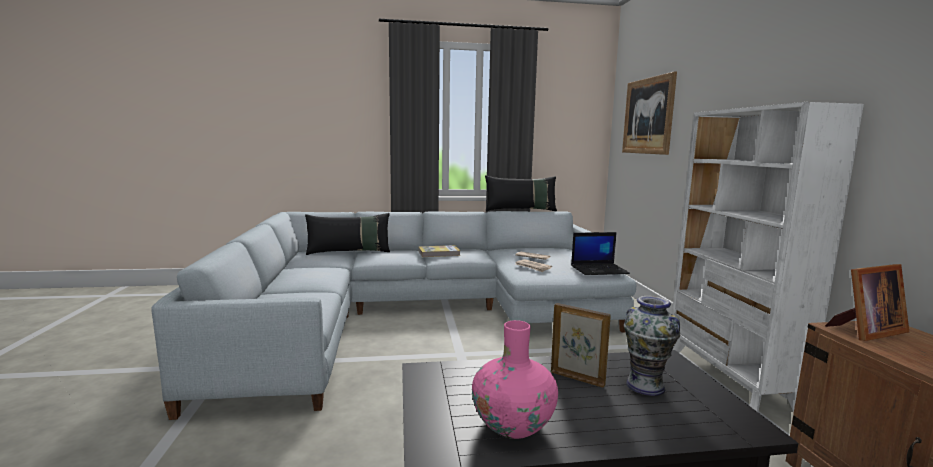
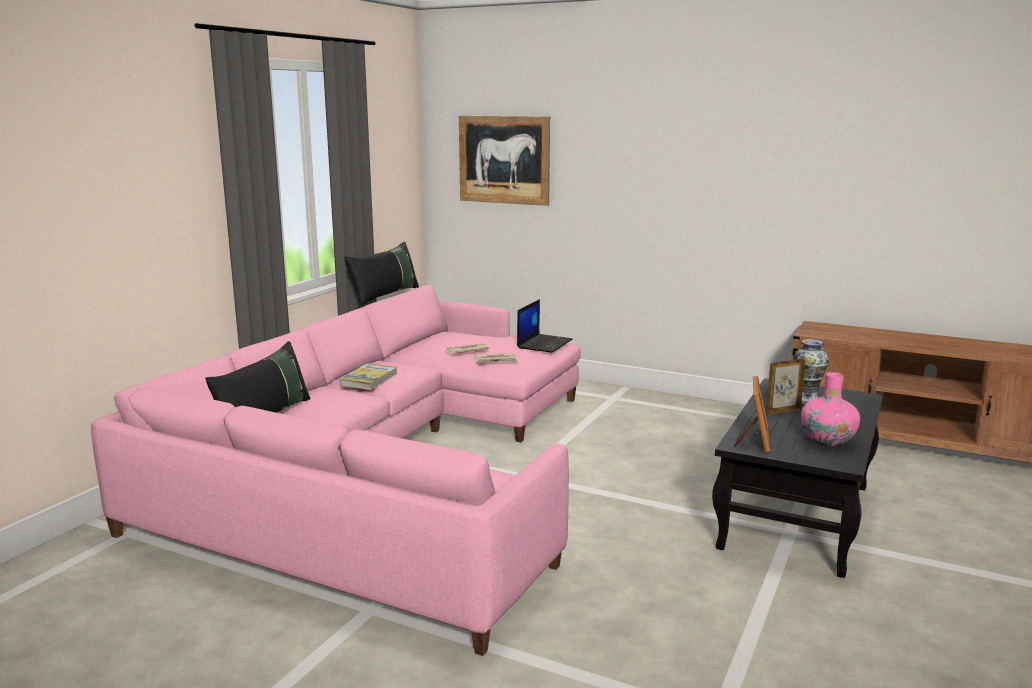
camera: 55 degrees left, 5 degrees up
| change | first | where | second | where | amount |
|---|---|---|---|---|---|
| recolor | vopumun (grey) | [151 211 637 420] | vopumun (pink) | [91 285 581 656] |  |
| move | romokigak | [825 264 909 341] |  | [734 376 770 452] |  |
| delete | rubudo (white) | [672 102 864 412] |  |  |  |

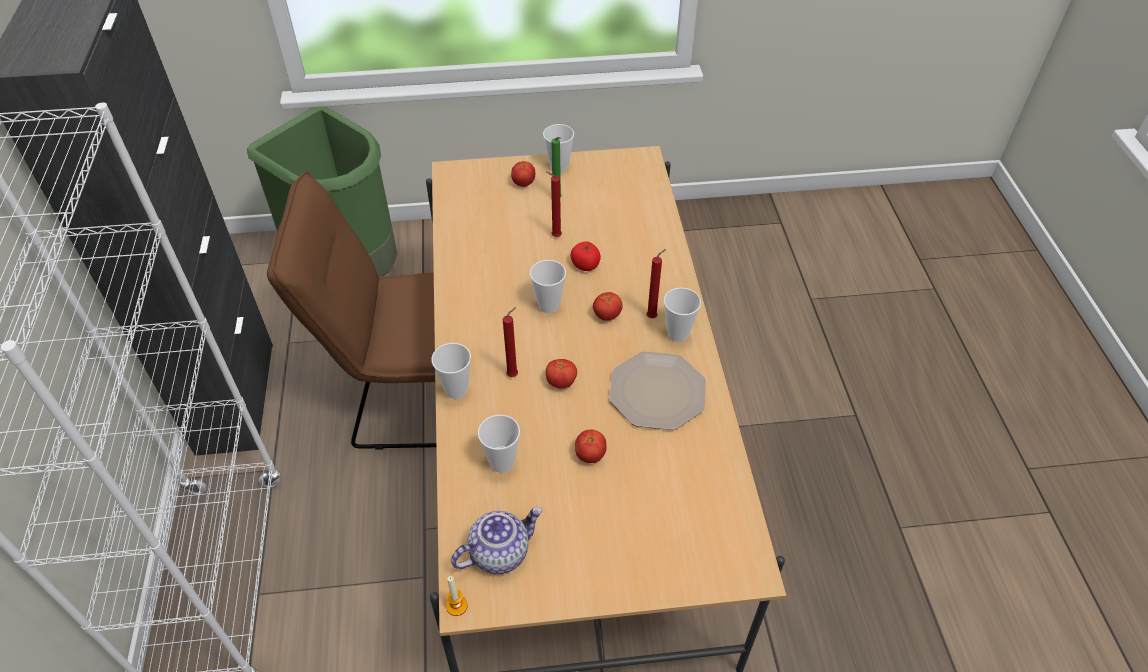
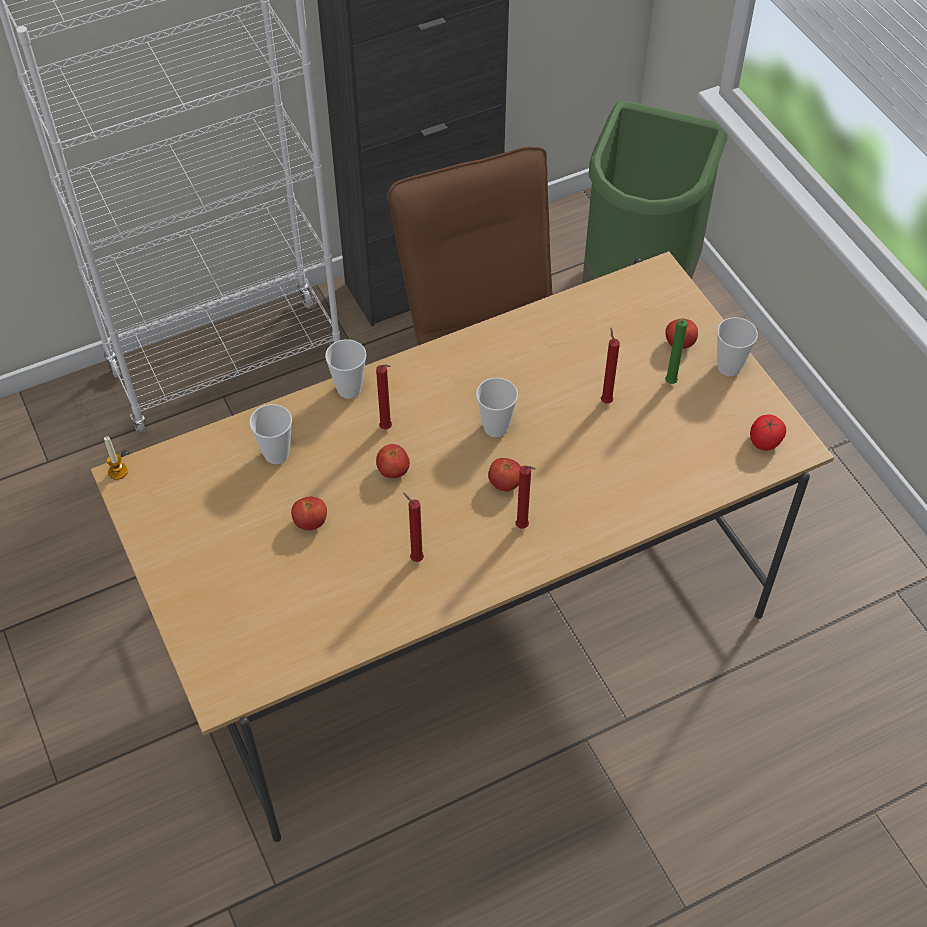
camera: 70 degrees right, 5 degrees up
| change | first | where | second | where | amount |
|---|---|---|---|---|---|
| replace | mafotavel | [609 351 706 430] | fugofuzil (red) | [403 493 424 562] |  |
| move | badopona | [571 242 601 271] |  | [750 414 786 451] |  |
| delete | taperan | [451 507 543 574] |  |  |  |
| delete | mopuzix | [664 288 701 342] |  |  |  |

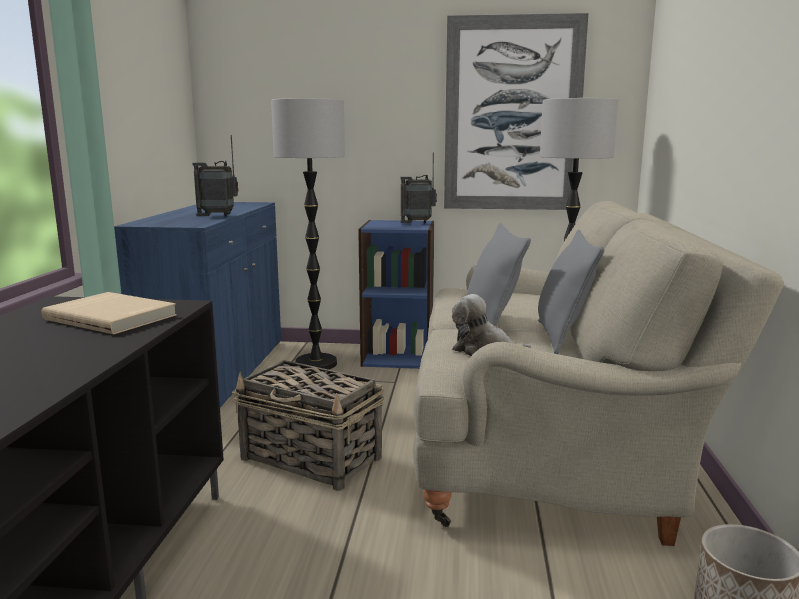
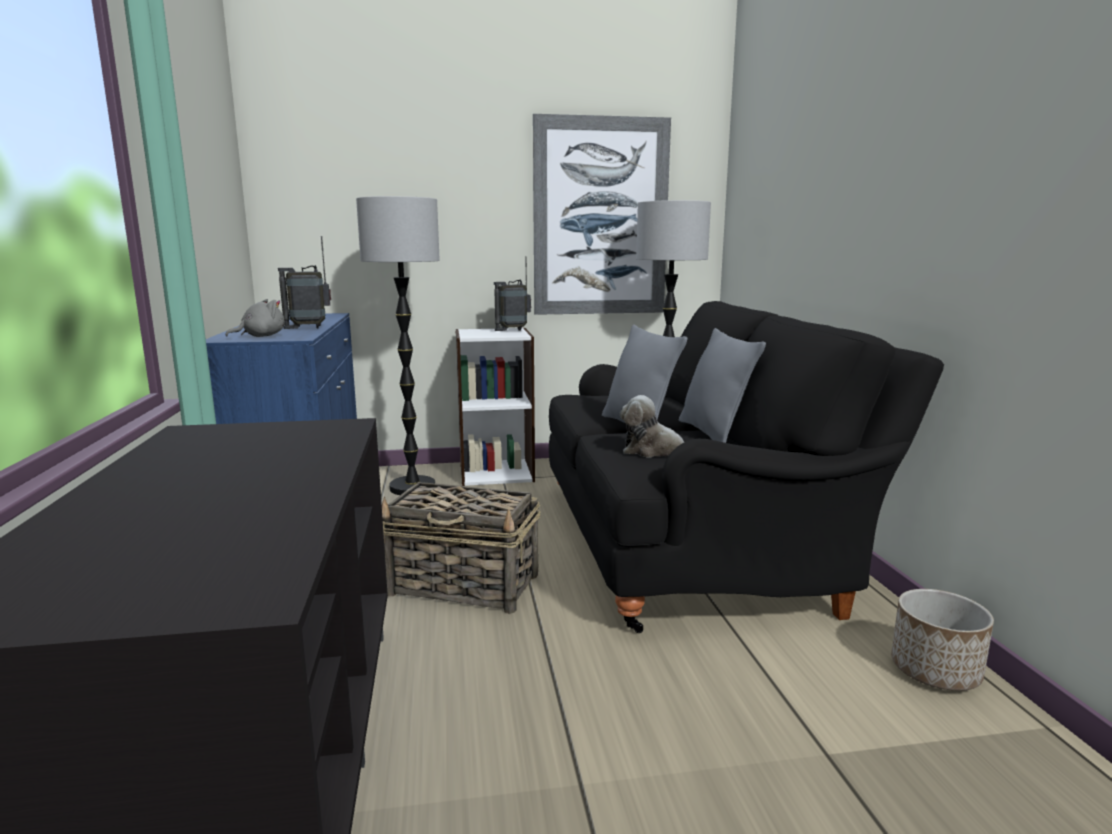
camera: 15 degrees left, 0 degrees up
| change | first | where | second | where | amount |
|---|---|---|---|---|---|
| insert |  |  | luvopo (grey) | [226 299 285 337] |  |
| recolor | rubudo (blue) | [358 220 434 369] | rubudo (white) | [456 328 535 486] |  |
| recolor | vopumun (beige) | [413 201 784 546] | vopumun (black) | [549 301 944 633] |  |
| delete | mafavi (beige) | [42 292 177 334] |  |  |  |

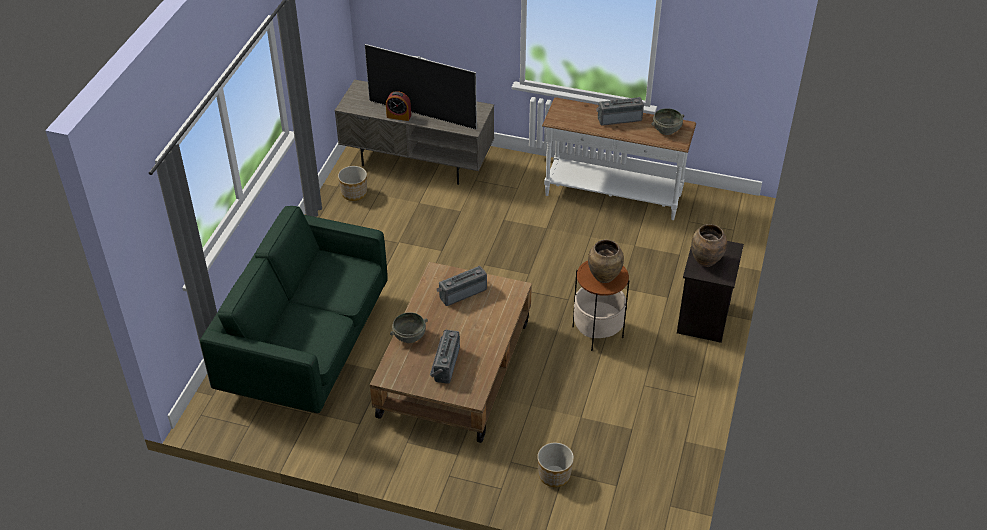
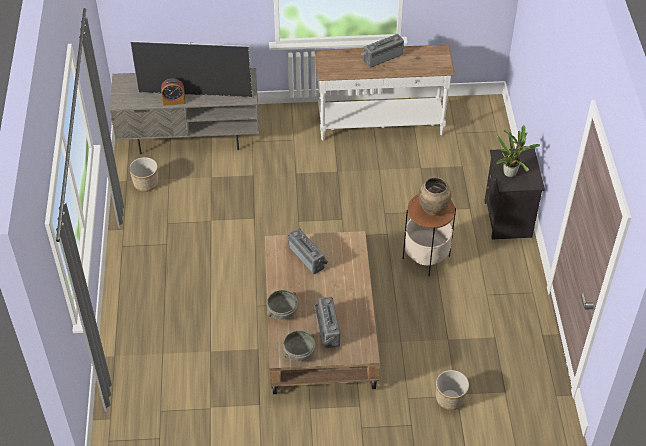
camera: 20 degrees left, 5 degrees up
| change | first | where | second | where | amount |
|---|---|---|---|---|---|
| move | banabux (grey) | [652 108 684 135] |  | [283 331 315 361] |  |
| rotate | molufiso | [436 266 487 306] |  | [288 228 328 274] | 105 degrees clockwise |
| replace | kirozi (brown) | [691 224 727 267] | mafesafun | [497 125 540 177] |  |
| delete | vopumun (green) | [200 206 388 413] |  |  |  |

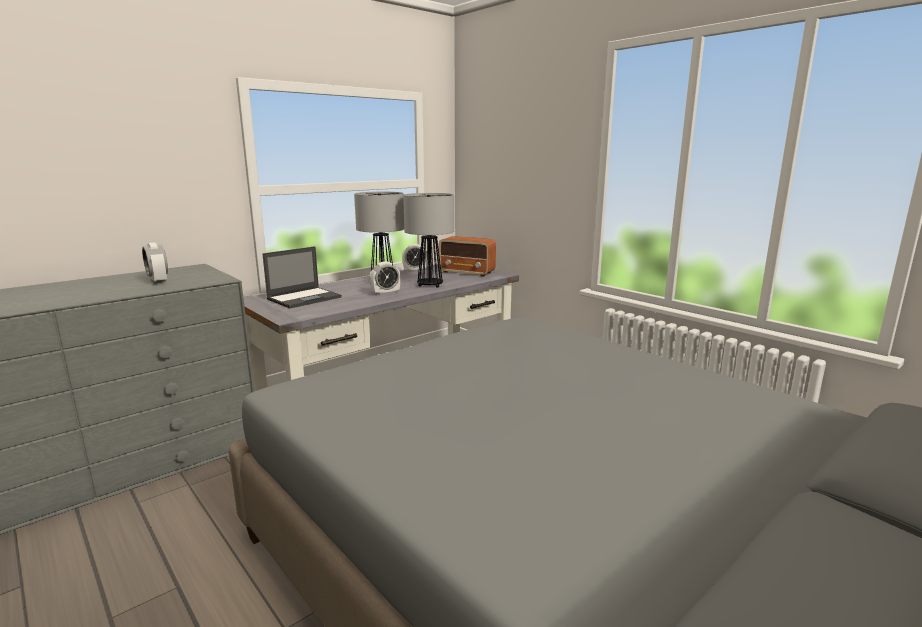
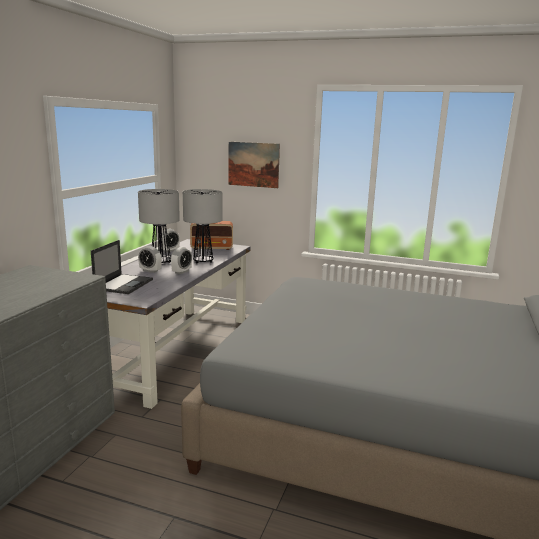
camera: 30 degrees left, 0 degrees up
| change | first | where | second | where | amount |
|---|---|---|---|---|---|
| move | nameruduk | [142 242 168 284] |  | [138 246 162 273] |  |
| insert |  |  | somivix | [228 142 280 188] |  |

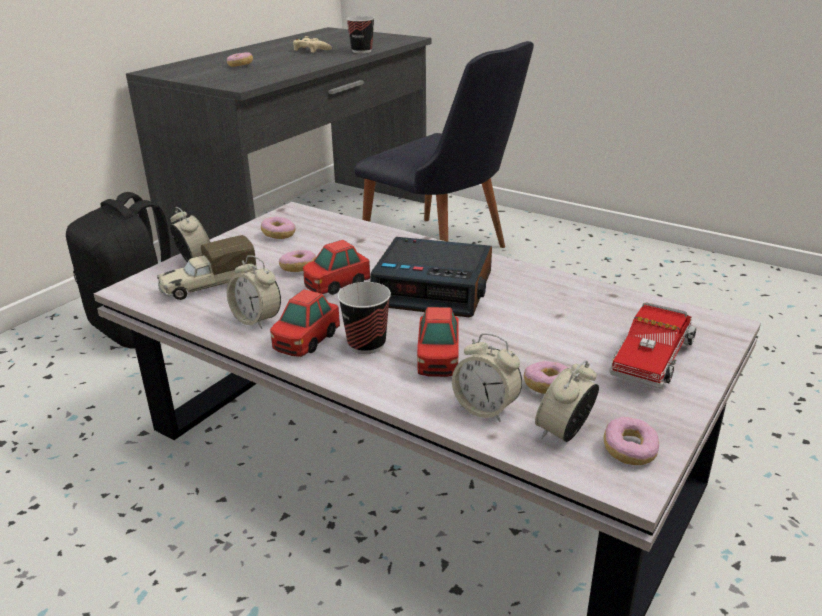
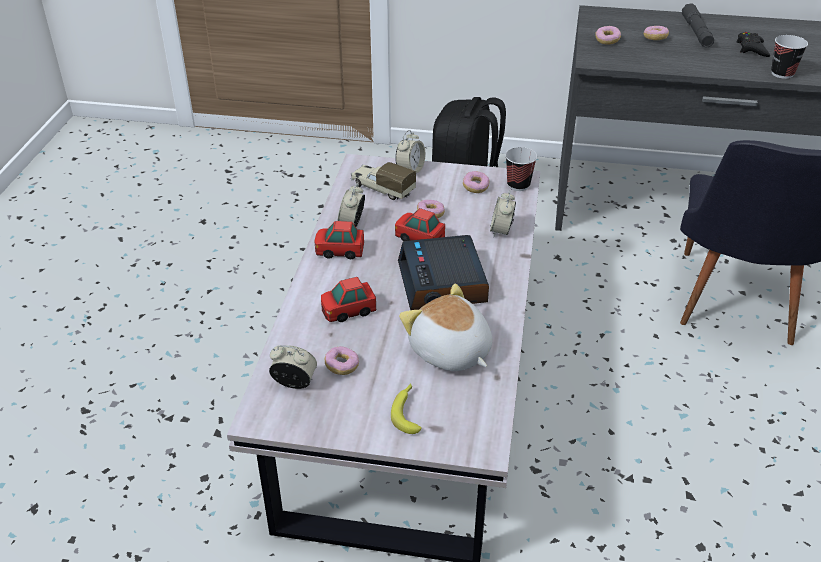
camera: 65 degrees right, 10 degrees up
| change | first | where | second | where | amount |
|---|---|---|---|---|---|
| replace | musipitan | [609 302 696 388] | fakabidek | [391 383 422 434] |  |
| insert |  |  | luvopo | [399 284 492 371] |  |
| move | nameruduk | [452 333 522 422] |  | [490 190 516 237] |  |
| move | mopuzix | [337 282 391 354] |  | [505 147 537 191] |  |
| move | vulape | [604 417 659 465] |  | [595 26 621 45] |  |
| insert |  |  | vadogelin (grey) | [682 3 714 48] |  |
| recolor | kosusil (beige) | [293 36 332 53] | kosusil (black) | [737 32 770 57] |  |

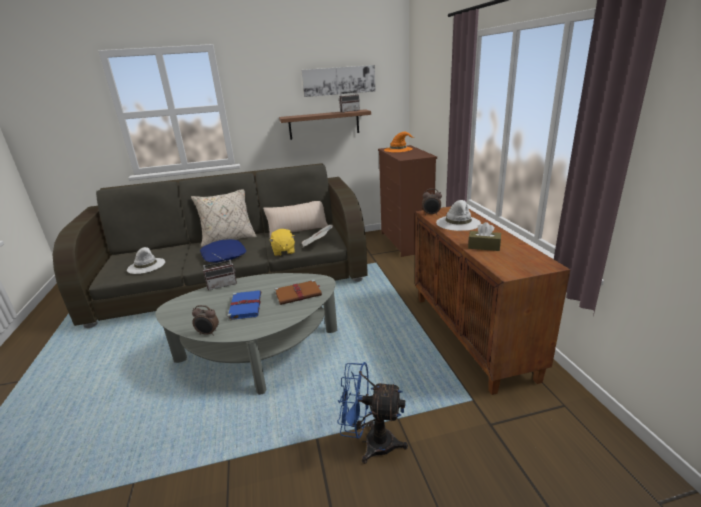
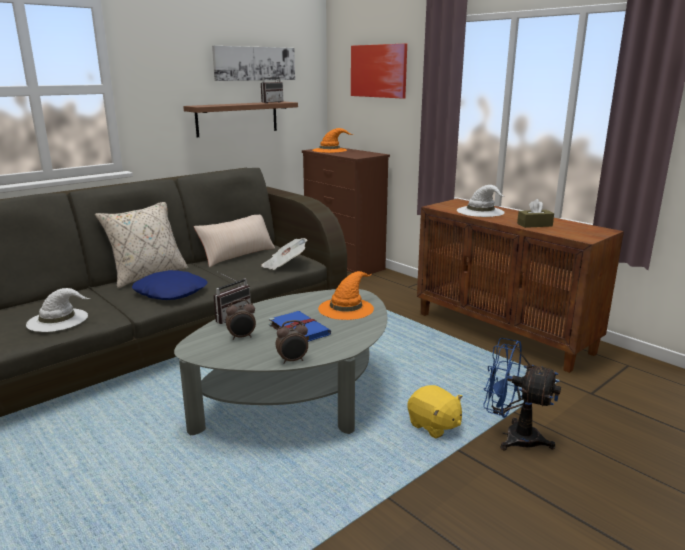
camera: 30 degrees left, 5 degrees down
| change | first | where | second | where | amount |
|---|---|---|---|---|---|
| move | nameruduk | [422 189 442 215] |  | [226 299 256 340] |  |
| replace | mafavi (brown) | [275 280 322 305] | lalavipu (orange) | [318 271 374 320] |  |
| insert |  |  | somivix | [351 44 407 99] |  |
| move | luvopo (yellow) | [269 229 295 256] |  | [407 385 463 439] |  |
| rotate | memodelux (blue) | [337 362 408 464] |  | [483 338 561 451] | 45 degrees clockwise |

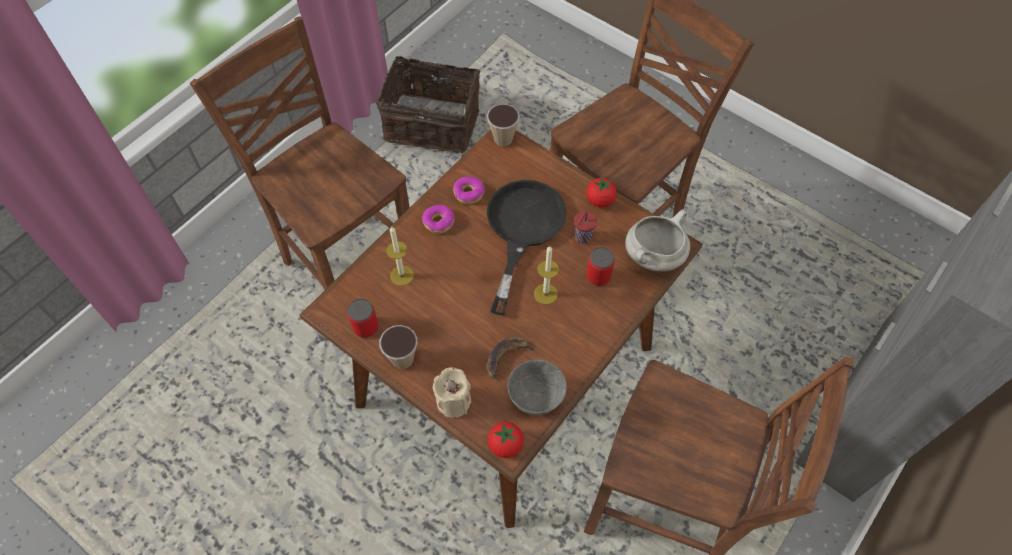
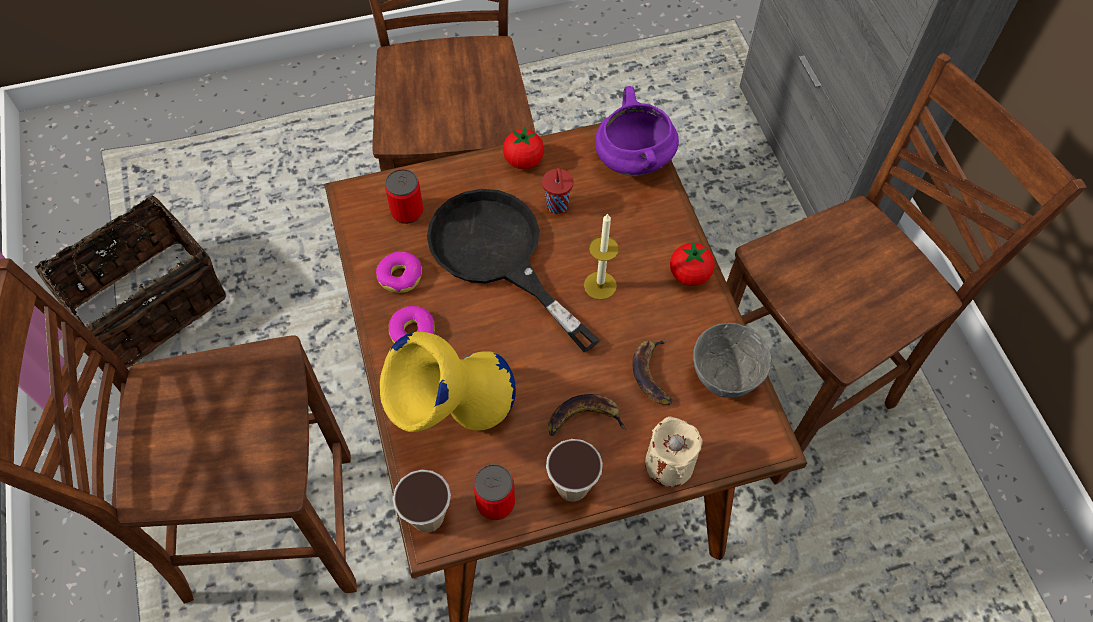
camera: 55 degrees left, 0 degrees up
| change | first | where | second | where | amount |
|---|---|---|---|---|---|
| replace | fugofuzil | [386 226 414 286] | kirozi (yellow) | [380 332 516 432] |  |
| move | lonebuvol | [586 247 615 286] |  | [385 169 423 224] |  |
| move | mopuzix | [487 104 520 146] |  | [393 470 451 533] |  |
| insert |  |  | fakabidek | [548 394 626 436] |  |
| recolor | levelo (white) | [625 209 690 272] | levelo (purple) | [595 86 679 176] |  |
| move | badopona | [488 422 524 458] |  | [670 242 715 286] |  |

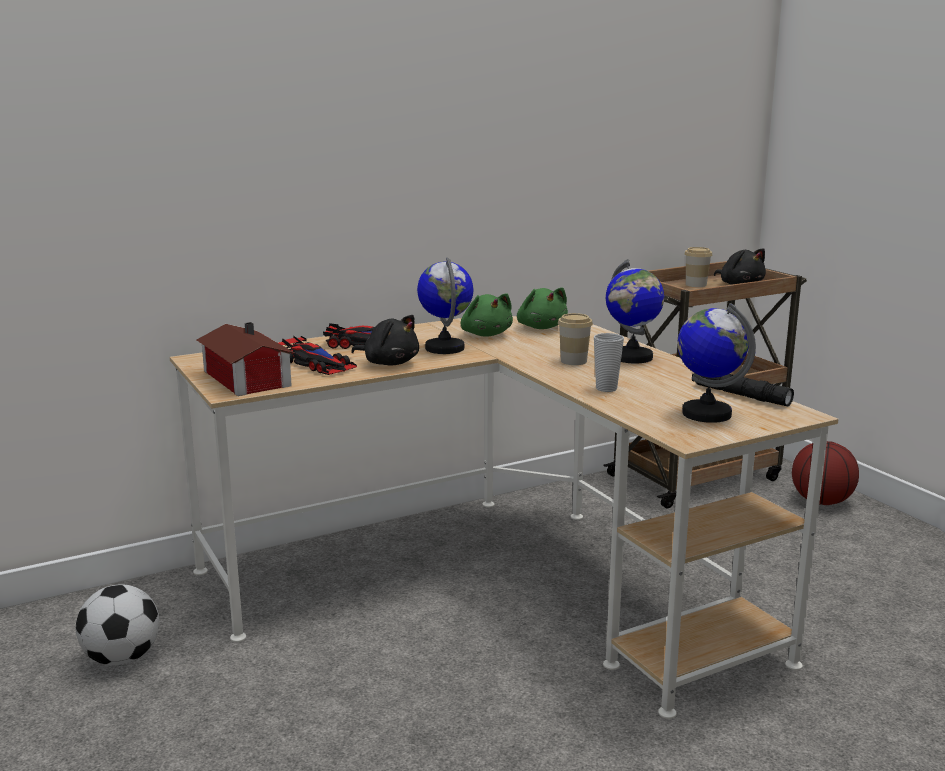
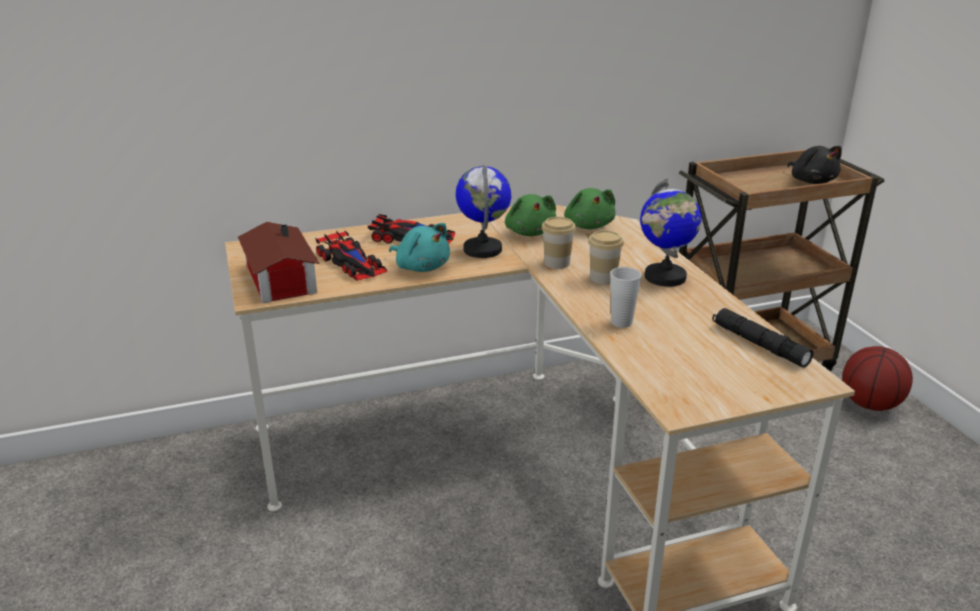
camera: 10 degrees right, 10 degrees up
| change | first | where | second | where | amount |
|---|---|---|---|---|---|
| recolor | luvopo (black) | [351 315 419 366] | luvopo (turquoise) | [389 223 450 272] |  |
| move | mopuzix | [684 247 712 287] |  | [541 217 576 269] |  |
| delete | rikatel | [76 584 160 666] |  |  |  |
| delete | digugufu | [677 303 756 423] |  |  |  |

